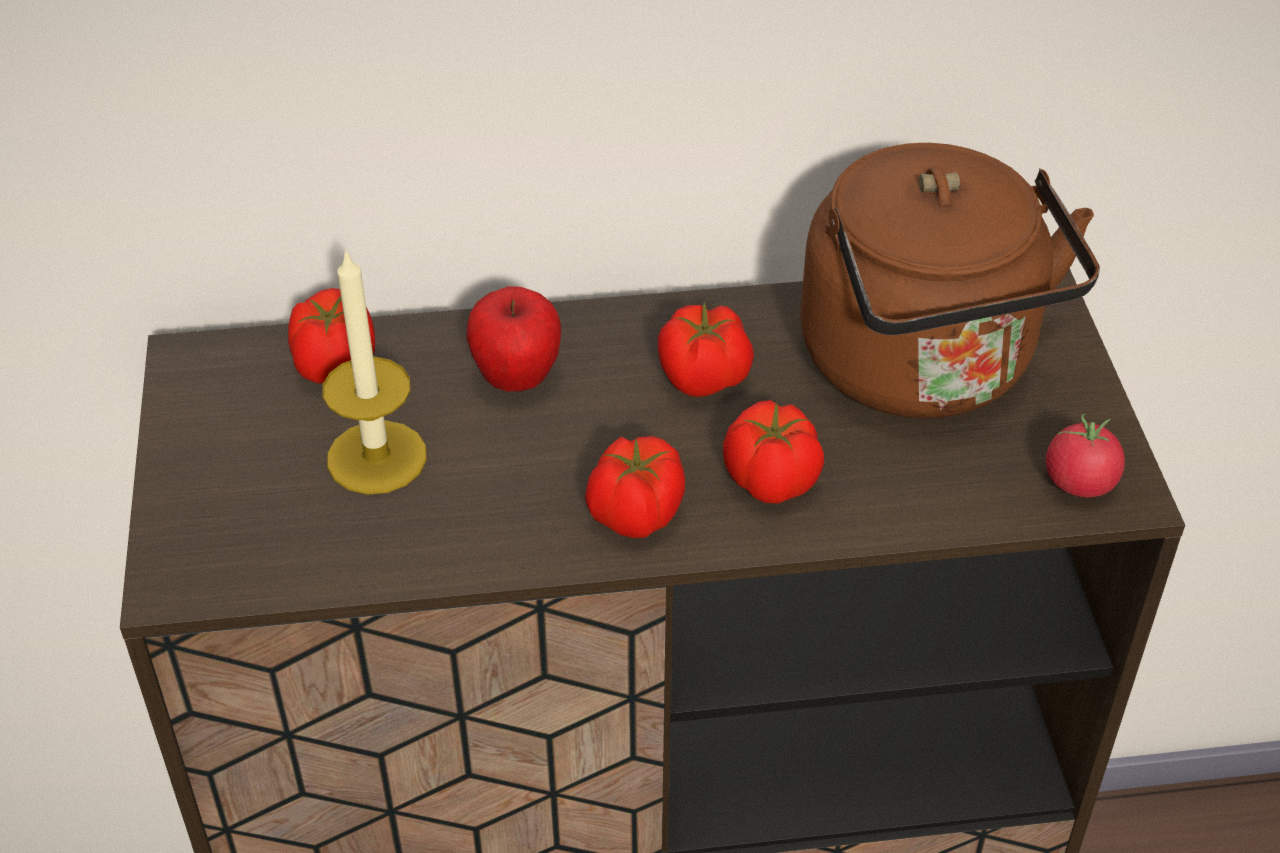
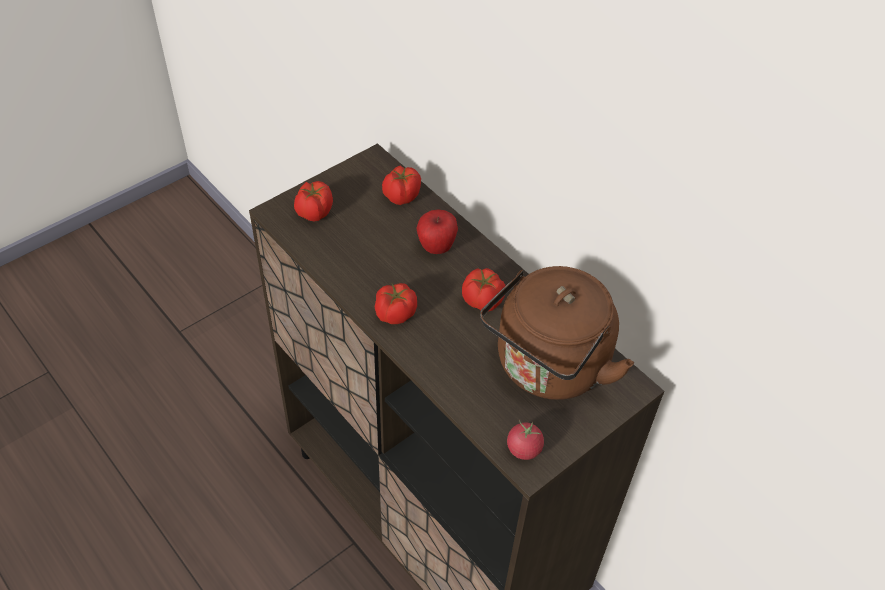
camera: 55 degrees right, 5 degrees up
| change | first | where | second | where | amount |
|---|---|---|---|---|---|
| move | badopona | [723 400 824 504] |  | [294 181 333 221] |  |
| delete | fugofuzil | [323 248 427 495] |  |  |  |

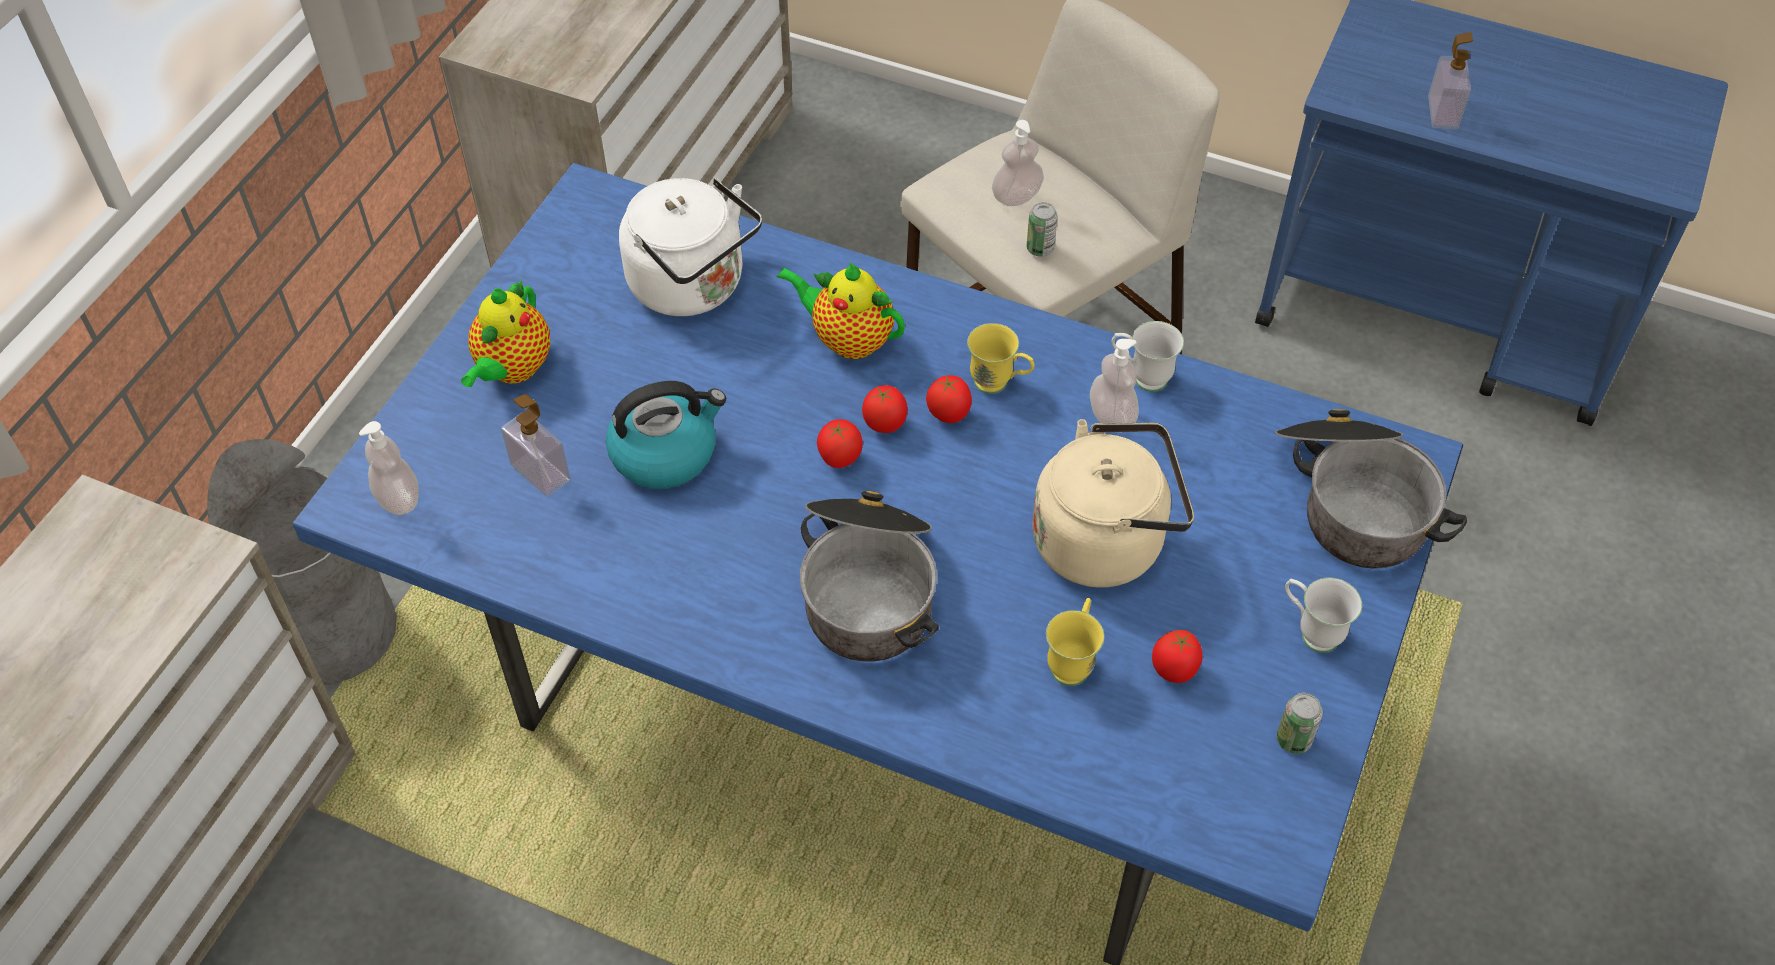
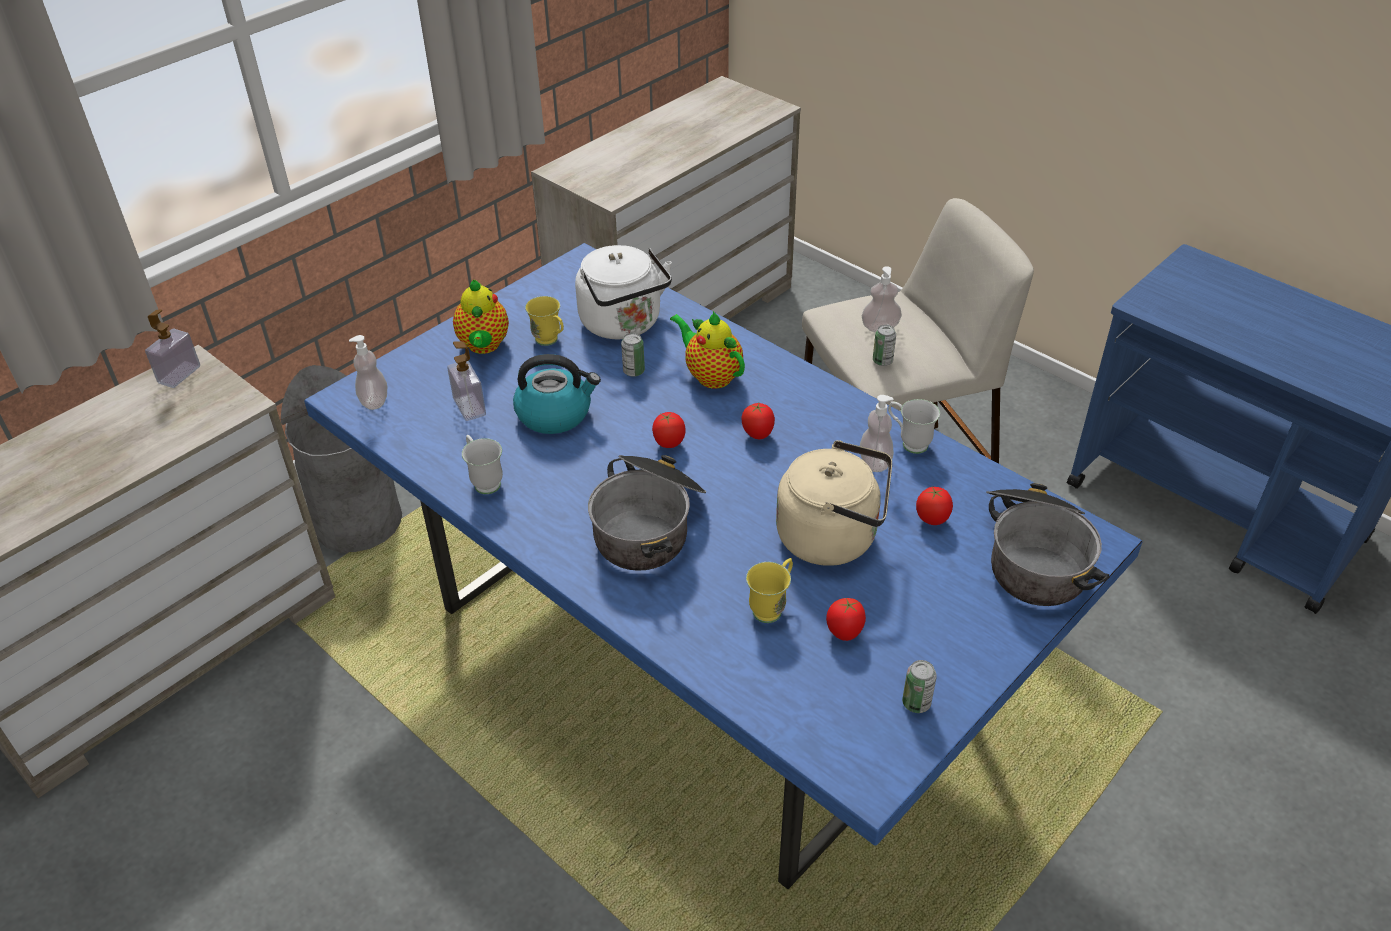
camera: 20 degrees right, 10 degrees down
| change | first | where | second | where | amount |
|---|---|---|---|---|---|
| move | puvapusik | [1428 32 1473 129] |  | [145 310 200 388] |  |
| rotate | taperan | [461 280 550 388] |  | [453 280 509 354] | 45 degrees counterclockwise |
| move | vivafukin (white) | [1285 577 1362 653] |  | [462 435 503 494] |  |
| move | vivafukin (yellow) | [967 323 1034 394] |  | [525 296 564 346] |  |
| insert |  |  | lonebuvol | [621 333 645 377] |  |
| move | badopona | [862 385 908 433] |  | [916 487 953 525] |  |

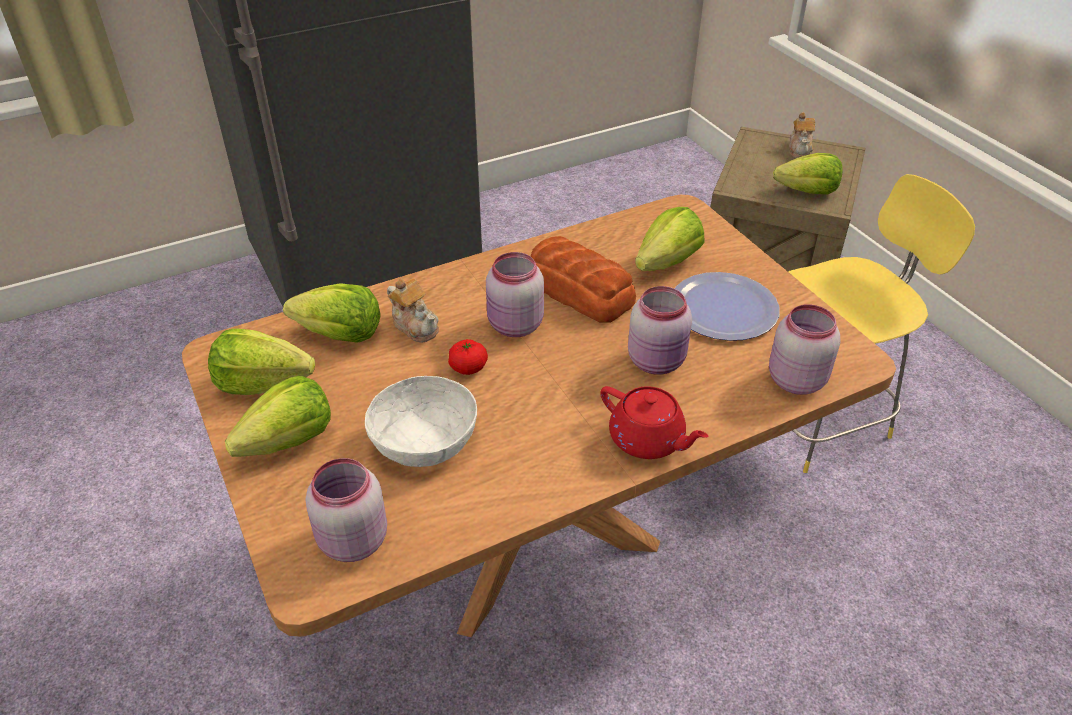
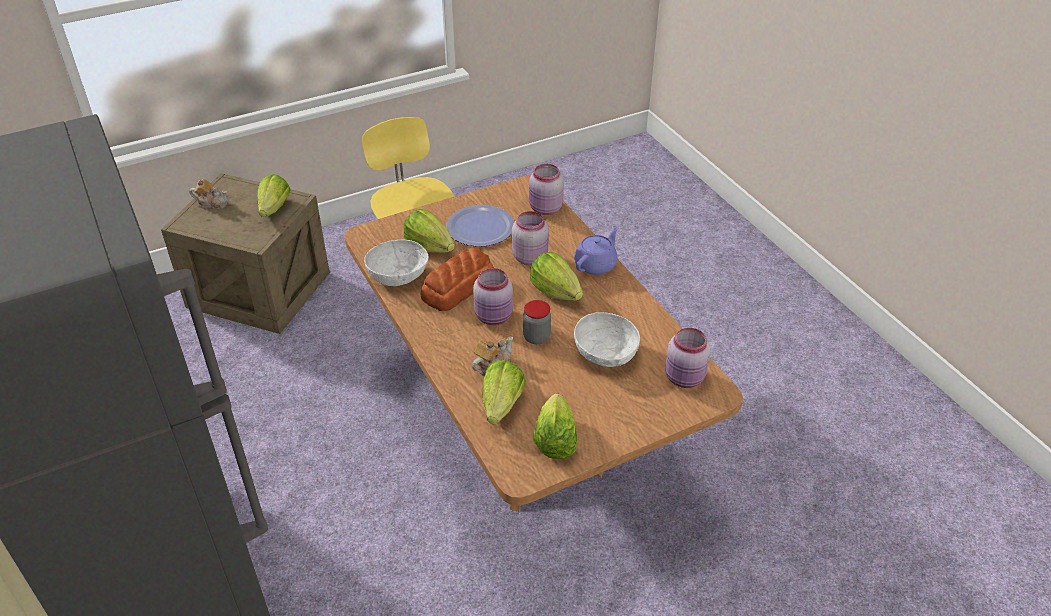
camera: 90 degrees left, 0 degrees up
| change | first | where | second | where | amount |
|---|---|---|---|---|---|
| insert |  |  | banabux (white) | [364 239 429 286] |  |
| replace | badopona | [448 339 488 375] | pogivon | [523 300 551 344] |  |
| move | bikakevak | [225 376 331 457] |  | [530 252 583 301] |  |
| recolor | taperan (red) | [600 386 708 459] | taperan (purple) | [574 227 618 275] |  |

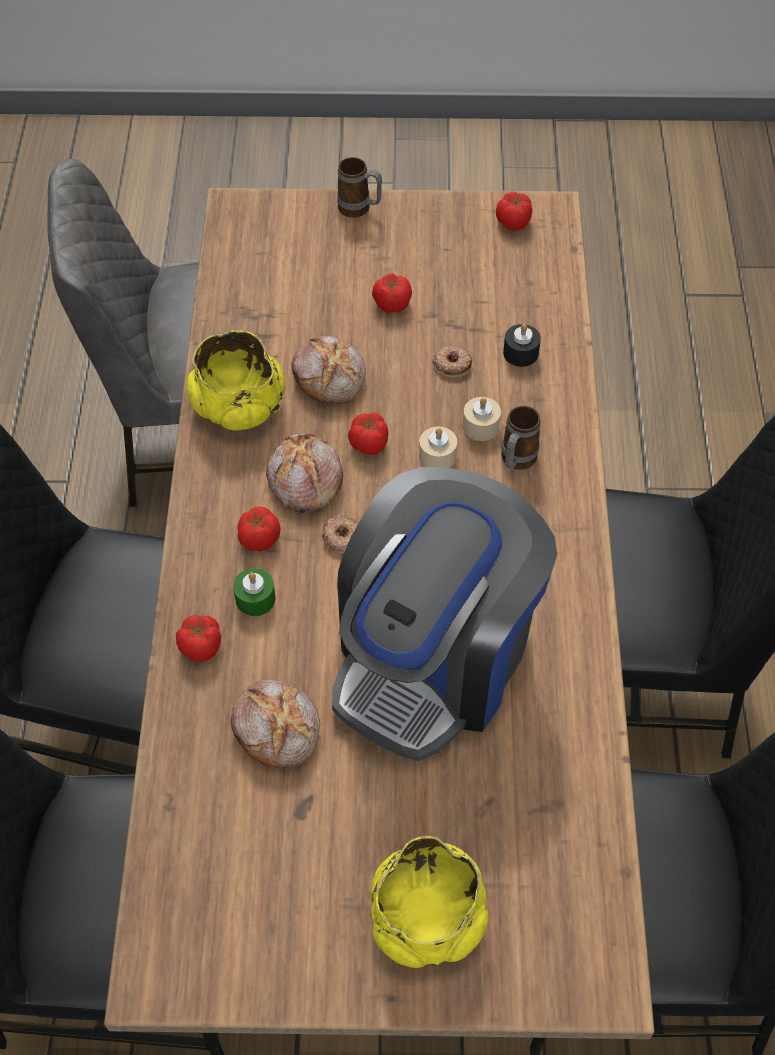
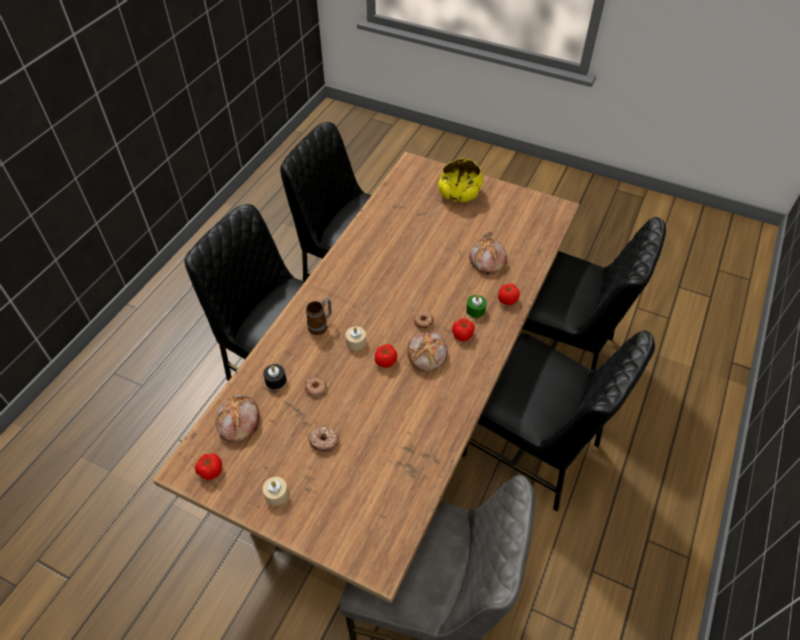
camera: 155 degrees left, 5 degrees down
| change | first | where | second | where | amount |
|---|---|---|---|---|---|
| move | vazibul | [291 336 366 404] |  | [216 395 260 443] |  |
| move | fugofuzil (beige) | [463 397 501 441] |  | [263 477 289 506] |  |
| replace | badopona | [372 273 412 313] | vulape | [308 427 339 452] |  |
| delete | banabux (yellow) | [187 330 285 430] |  |  |  |
| delete | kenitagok | [332 467 557 761] |  |  |  |
| delete | vivafukin | [337 157 382 218] |  |  |  |

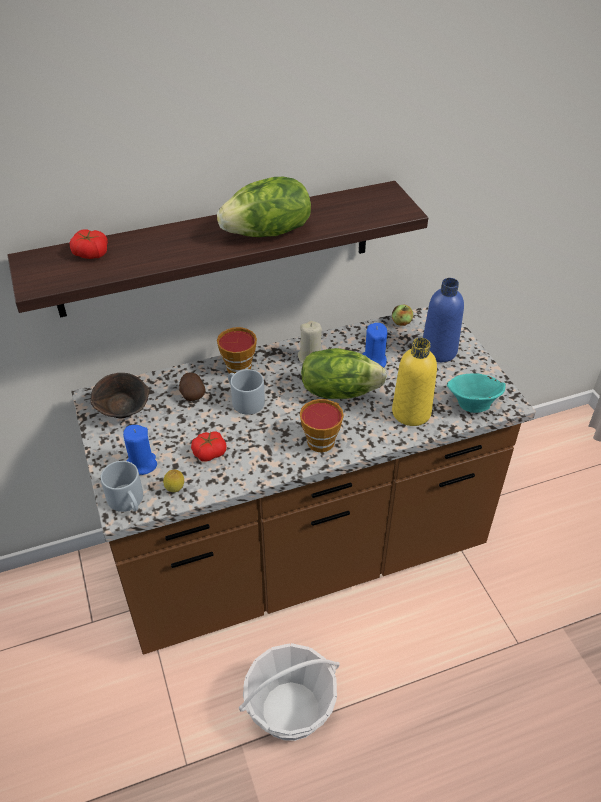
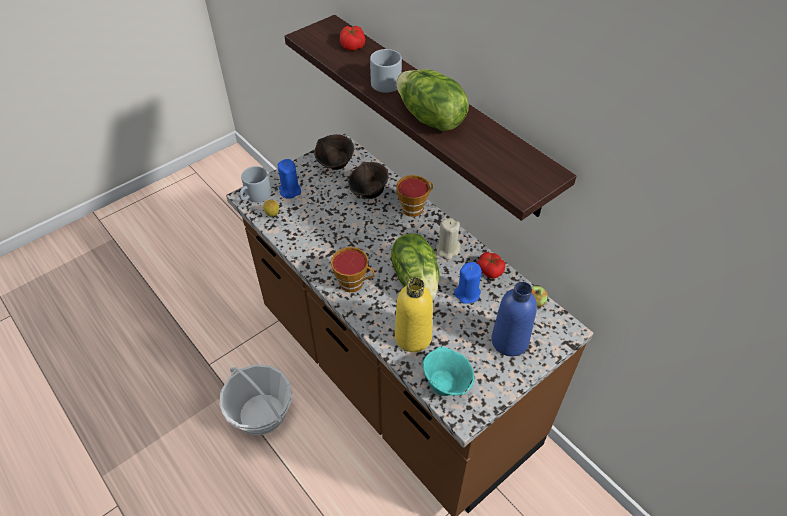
camera: 70 degrees right, 5 degrees up
| change | first | where | second | where | amount |
|---|---|---|---|---|---|
| replace | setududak | [179 373 206 401] | banabux (brown) | [348 162 388 199] |  |
| move | vivafukin (grey) | [228 369 265 415] |  | [370 49 402 93] |  |
| move | badopona | [191 431 226 462] |  | [477 252 505 279] |  |

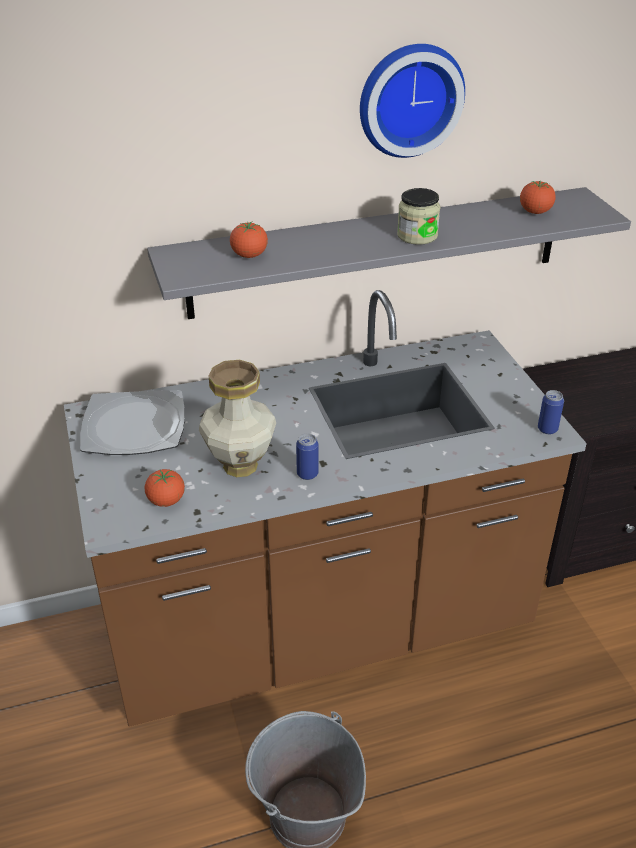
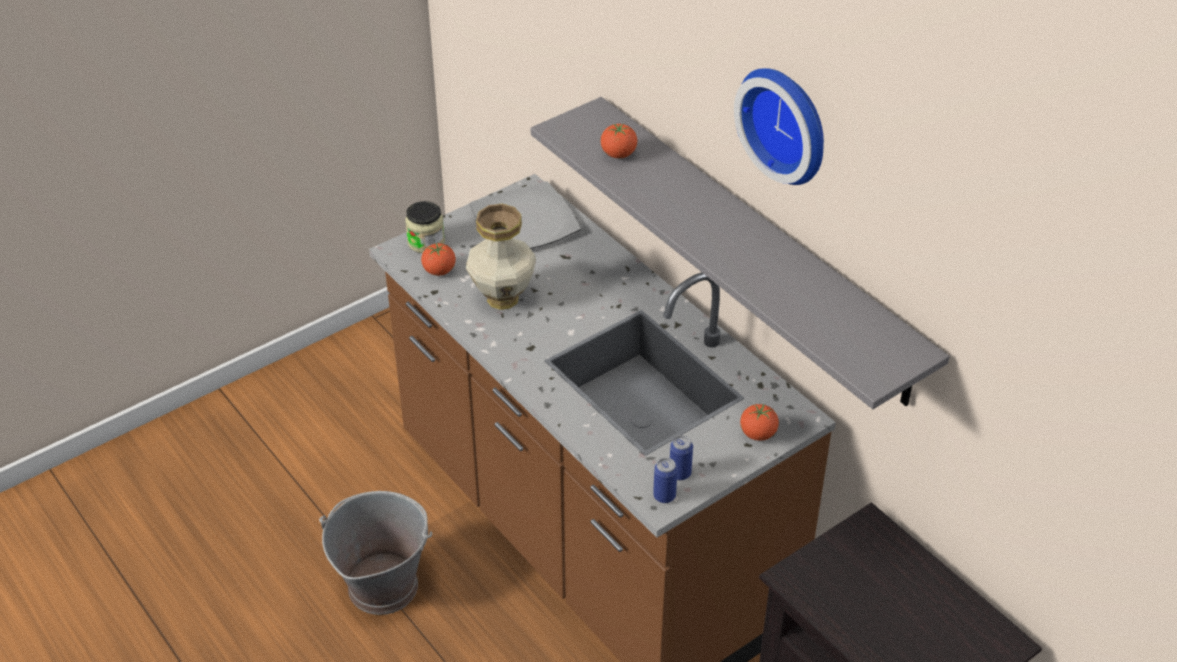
camera: 70 degrees right, 5 degrees up
| change | first | where | second | where | amount |
|---|---|---|---|---|---|
| move | pogivon | [397 188 440 245] |  | [405 201 445 253] |  |
| move | lonebuvol | [296 434 318 480] |  | [670 435 693 480] |  |
| move | badopona | [520 180 556 214] |  | [740 404 779 441] |  |

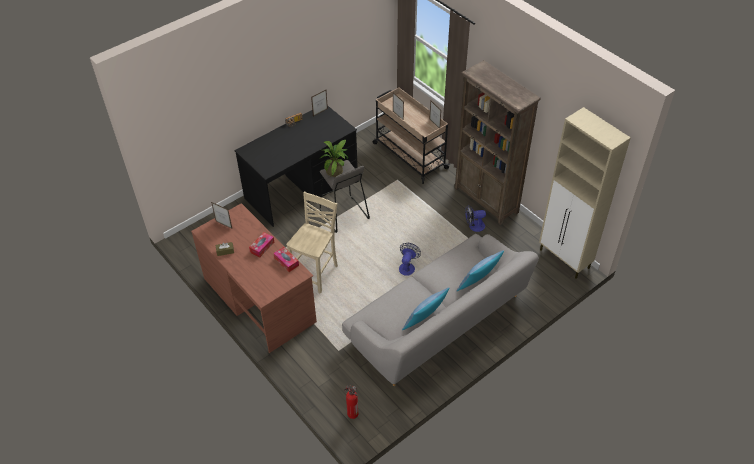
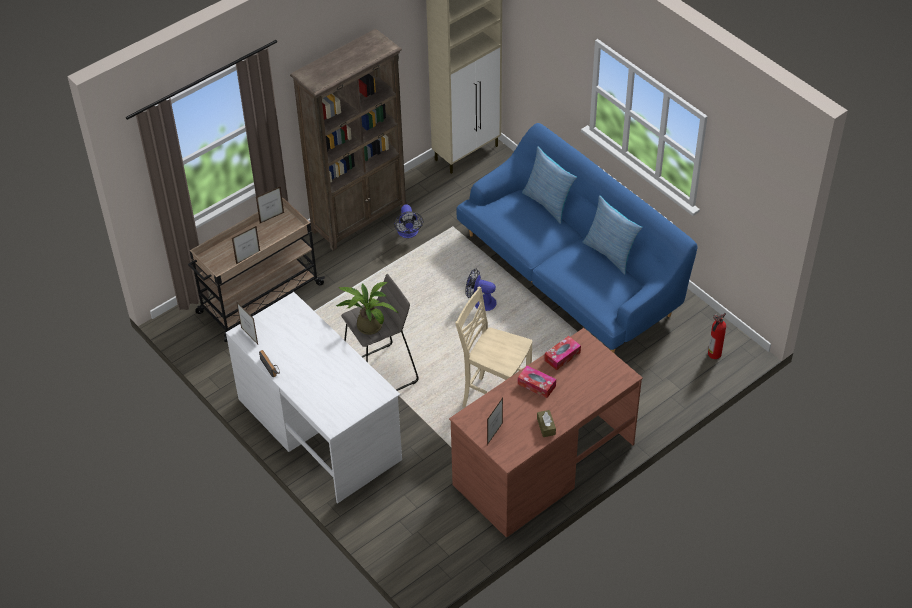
camera: 90 degrees left, 0 degrees up
| change | first | where | second | where | amount |
|---|---|---|---|---|---|
| recolor | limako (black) | [234 105 358 227] | limako (white) | [226 292 402 503] |  |
| recolor | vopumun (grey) | [342 234 539 386] | vopumun (blue) | [457 123 697 353] |  |

